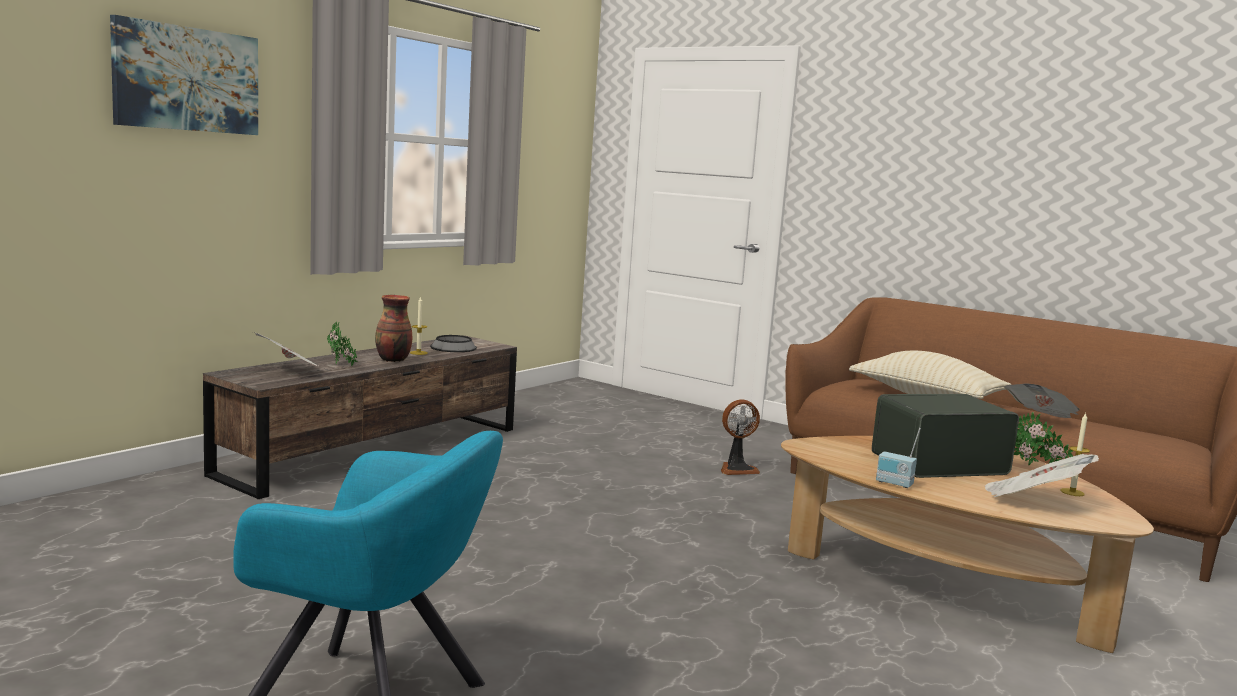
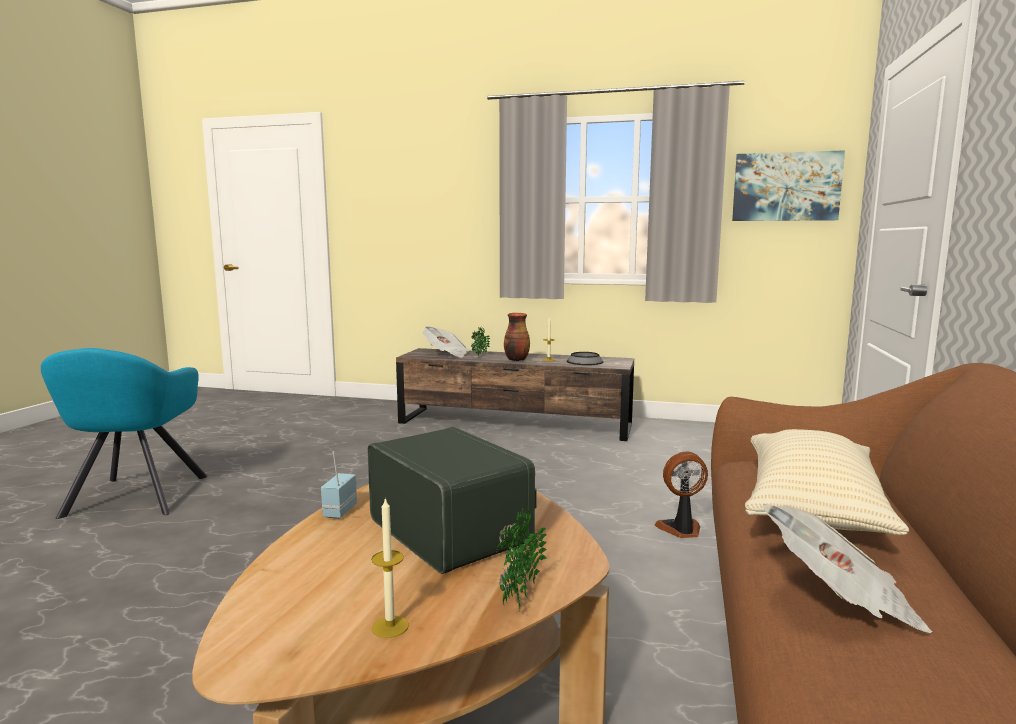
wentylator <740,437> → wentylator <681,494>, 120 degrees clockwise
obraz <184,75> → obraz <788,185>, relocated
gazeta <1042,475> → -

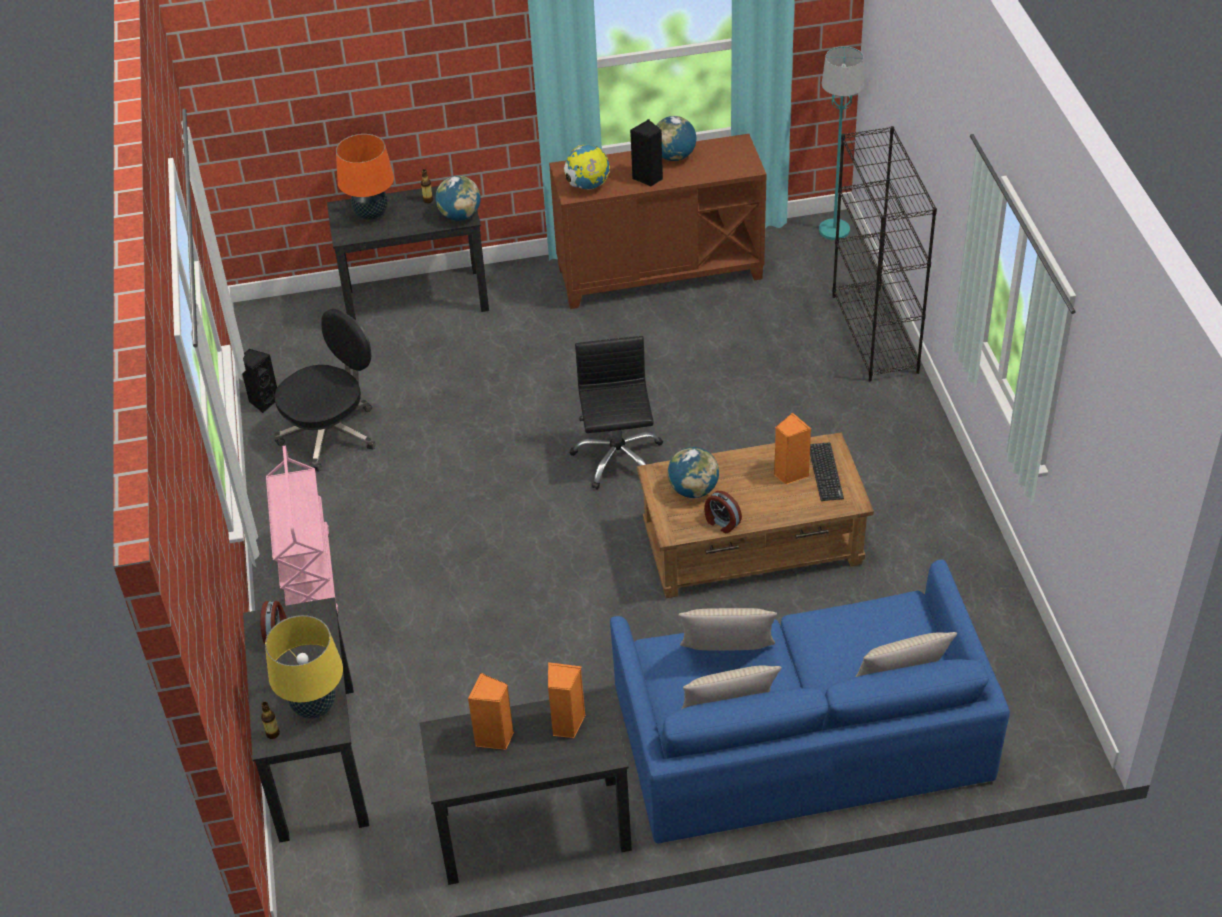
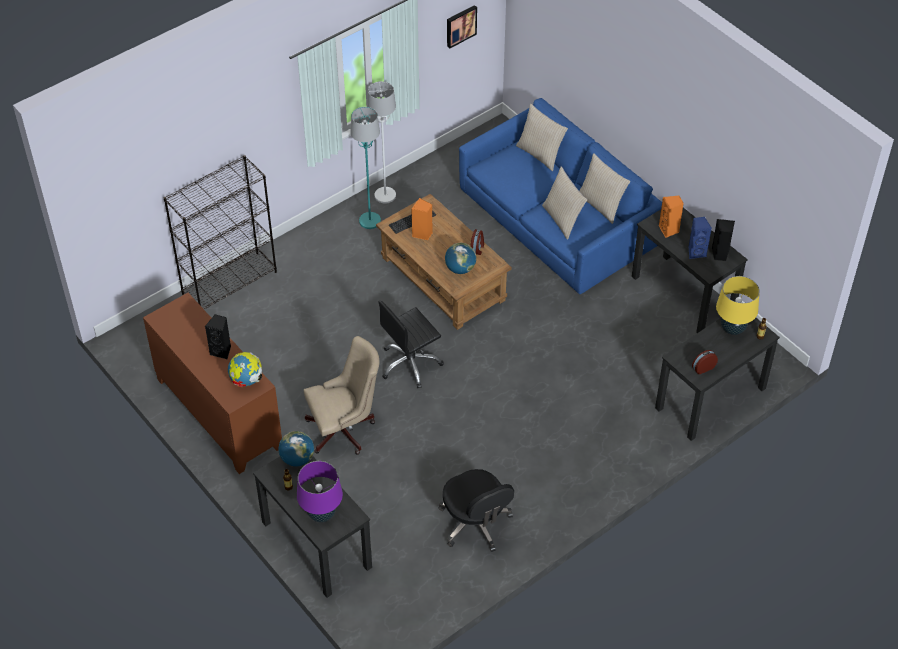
lampa stołowa [pomarańczowy] <365,177> → lampa stołowa [fioletowy] <320,491>
- → krzesło biurowe [beżowy] <341,395>
lampa stojąca [turkusowy] <841,143> → lampa stojąca [turkusowy] <365,168>, relocated
- → lampa stojąca [biały] <381,142>
krzesło biurowe [czarny] <324,390> → krzesło biurowe [czarny] <476,510>, 135 degrees counterclockwise
- → obraz <462,26>
głośnik [pomarańczowy] <491,711> → głośnik [niebieski] <700,238>
głośnik [czarny] <259,381> → głośnik [czarny] <723,240>, relocated
wózek [różowy] <302,531> → -
globus <676,138> → -

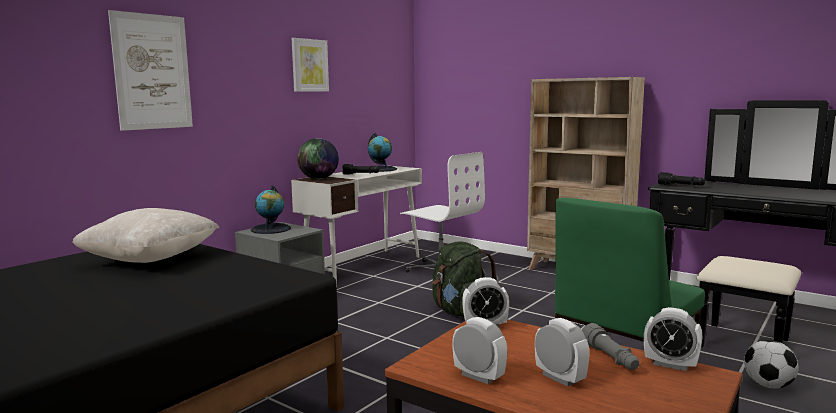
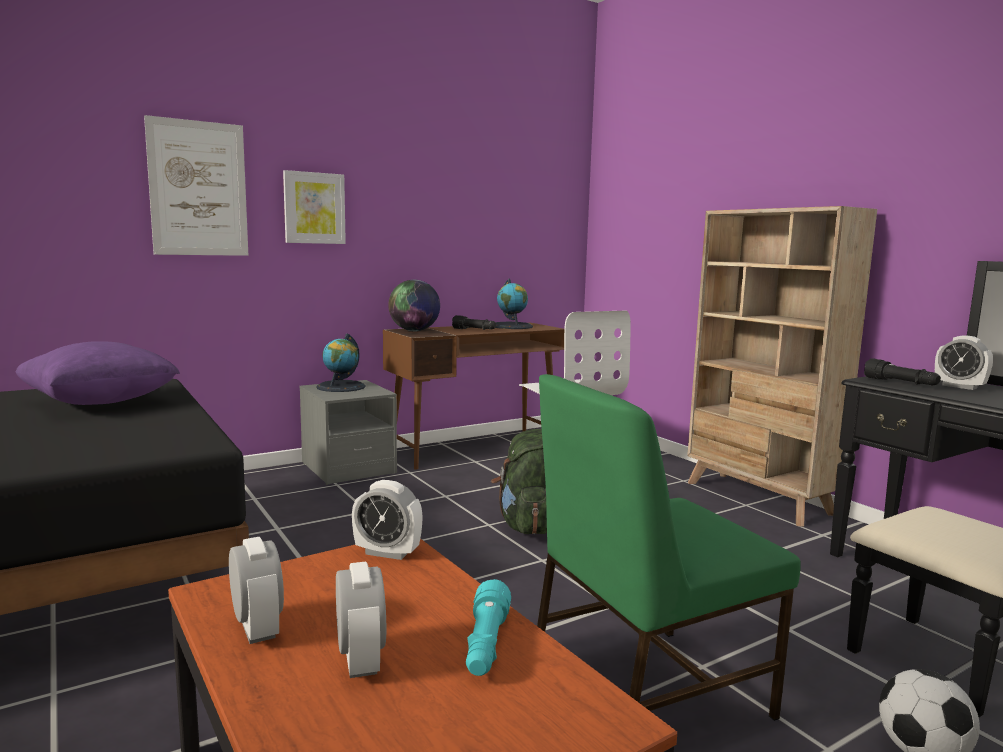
poduszka [beżowy] <145,235> → poduszka [fioletowy] <98,373>
obraz <310,65> → obraz <314,207>, relocated
biurko [biały] <356,225> → biurko [brązowy] <473,396>
latarka [szary] <610,346> → latarka [turkusowy] <488,627>
budzik <673,339> → budzik <964,362>, relocated

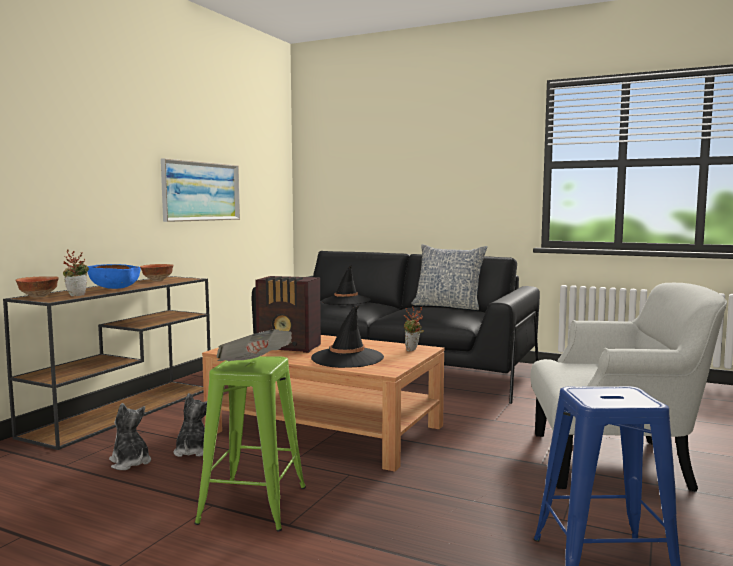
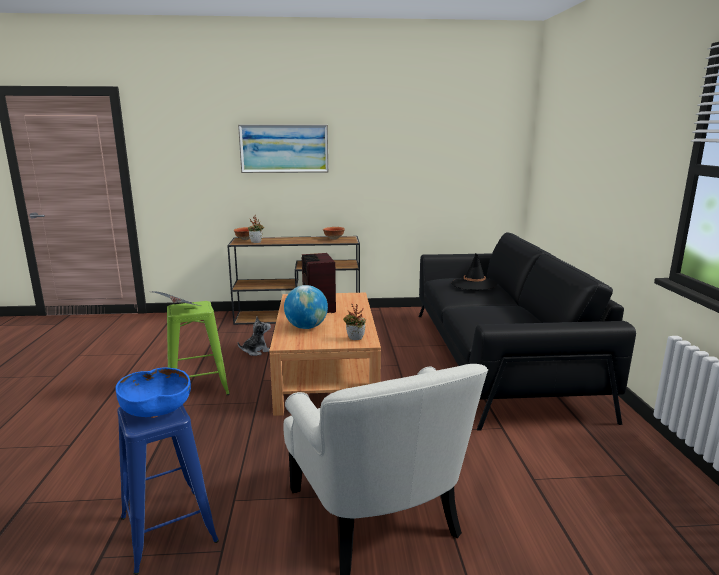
miska [niebieski] <114,276> → miska [niebieski] <153,392>, relocated
obraz <200,190> → obraz <283,149>, relocated
kapelusz [czarny] <347,336> → globus <306,307>
pluszak <130,436> → -
poduszka <449,277> → -

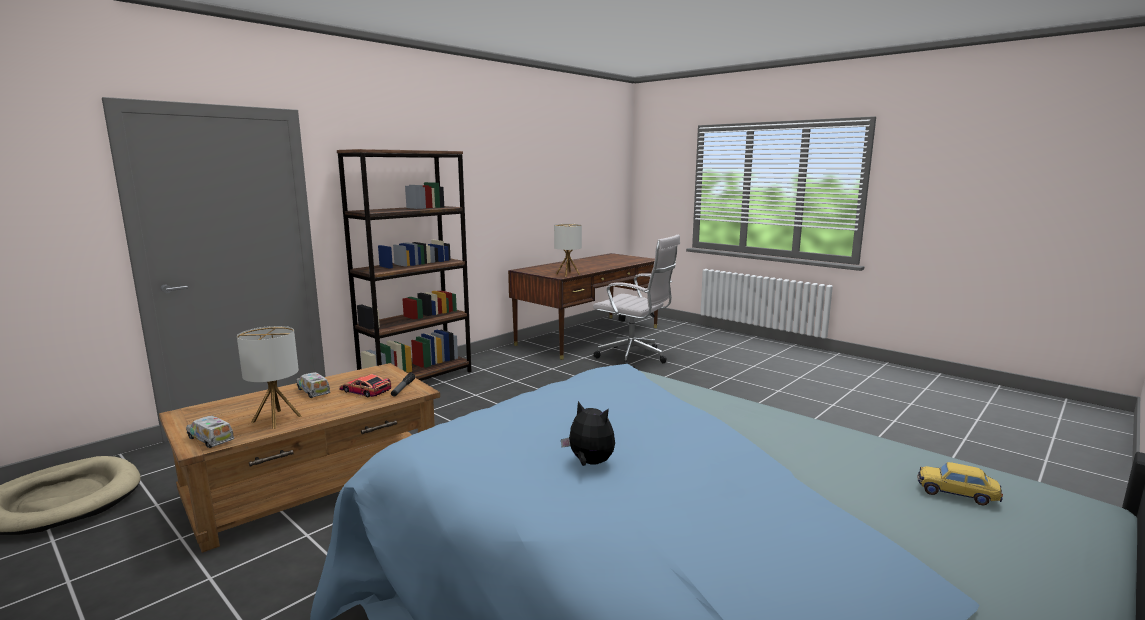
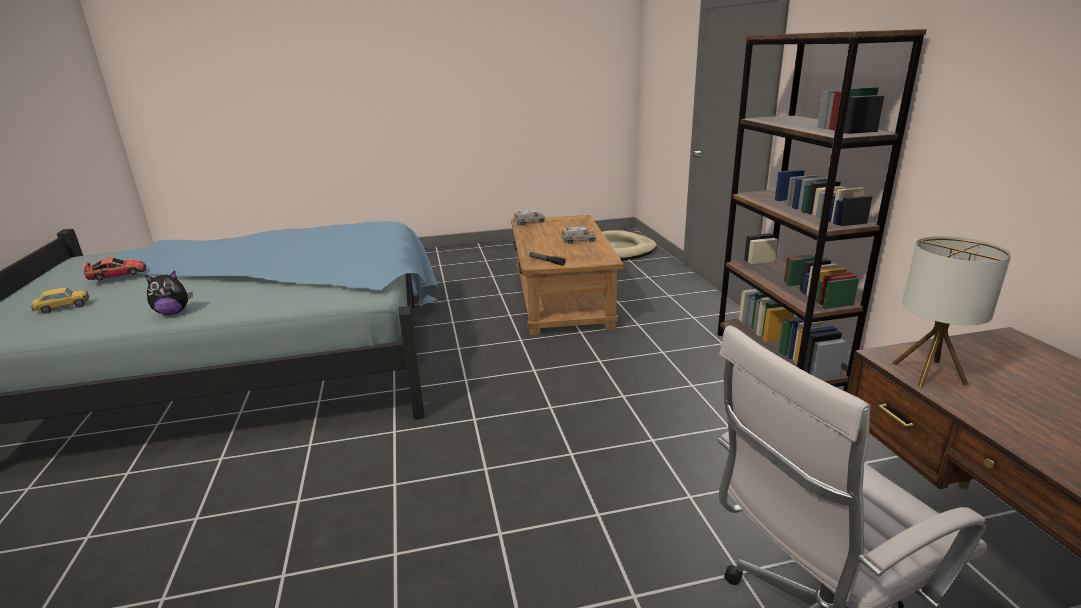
samochodzik <365,386> → samochodzik <115,268>, relocated
pluszak <588,433> → pluszak <169,293>, relocated
lampa stołowa <269,377> → -

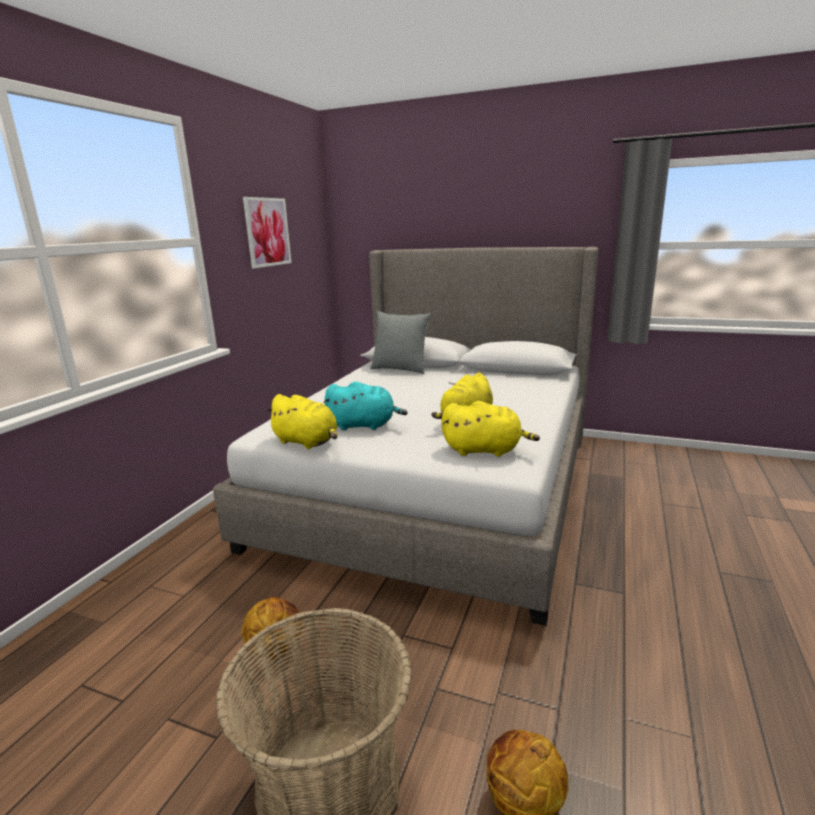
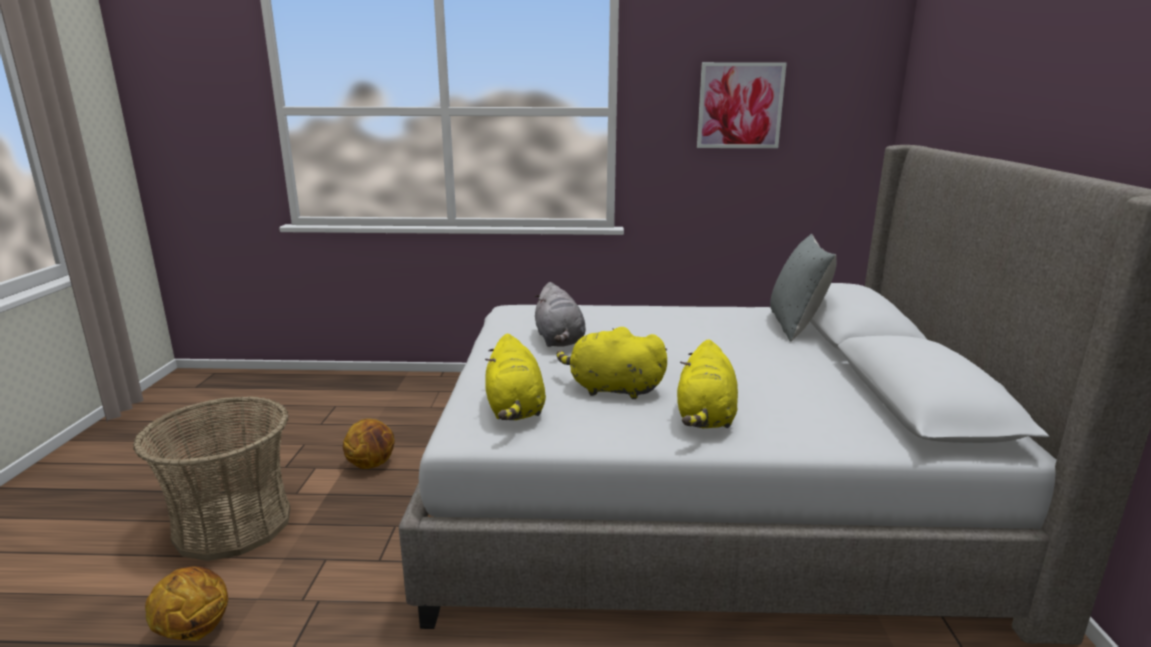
pluszak [turkusowy] <365,405> → pluszak [szary] <560,314>
pluszak [żółty] <301,421> → pluszak [żółty] <707,383>, relocated

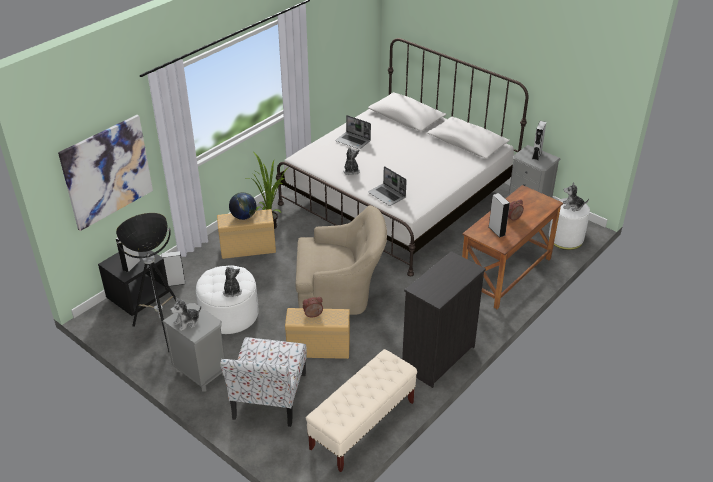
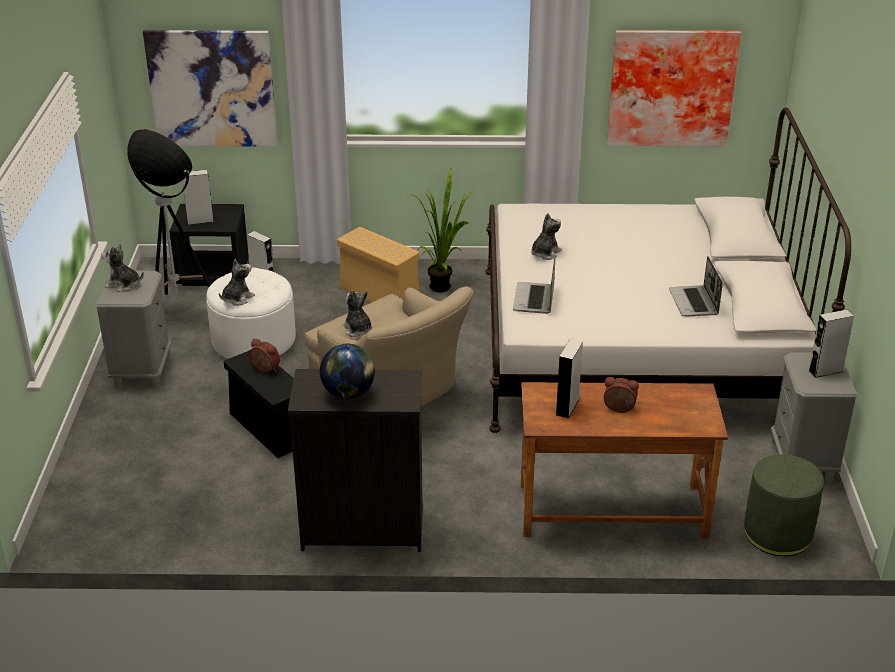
pojemnik do przechowywania [beżowy] <317,333> → pojemnik do przechowywania [czarny] <259,404>
globus <242,206> → globus <347,371>, relocated
pluszak <576,196> → pluszak <357,313>, relocated
- → obraz <674,88>
laptop <353,132> → laptop <696,286>, relocated
pufa [biały] <569,224> → pufa [zielony] <784,505>
krzesło <263,382> → -
ławka [beżowy] <361,410> → -

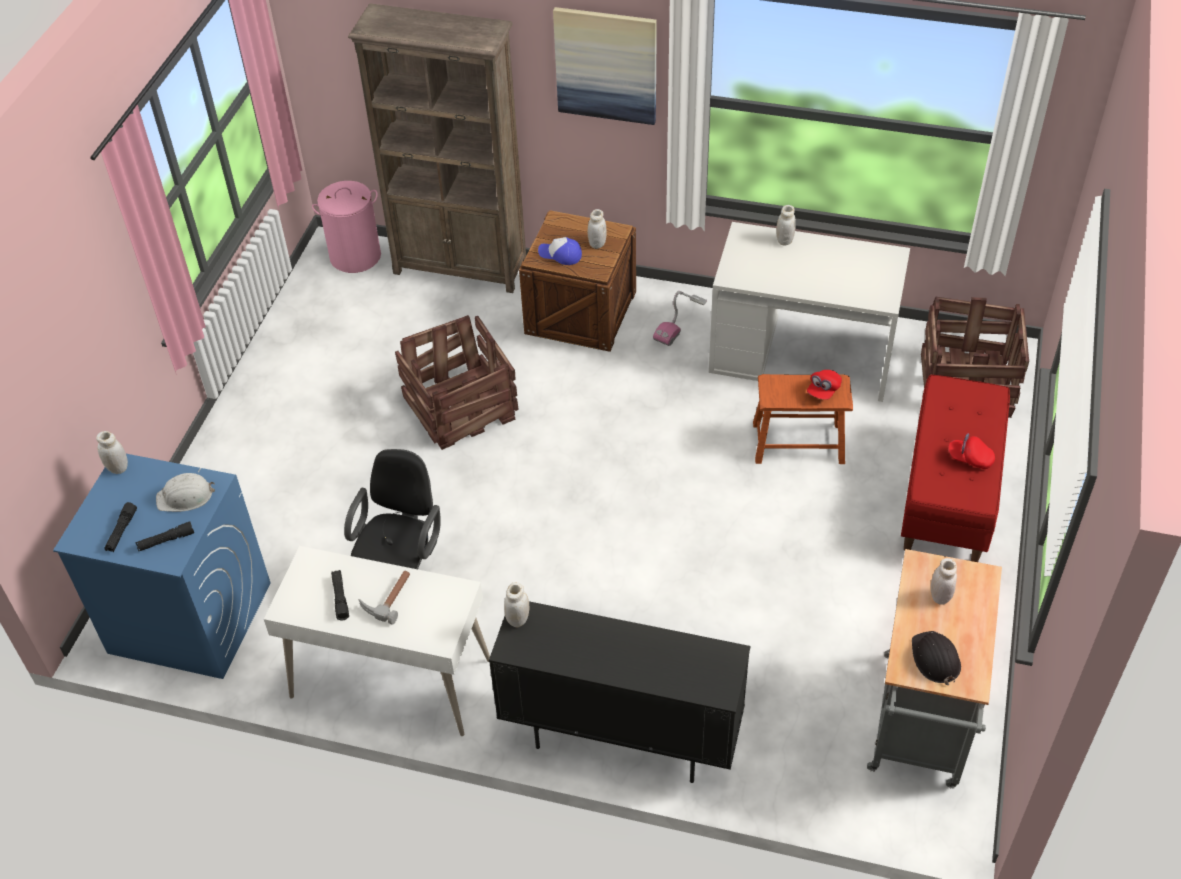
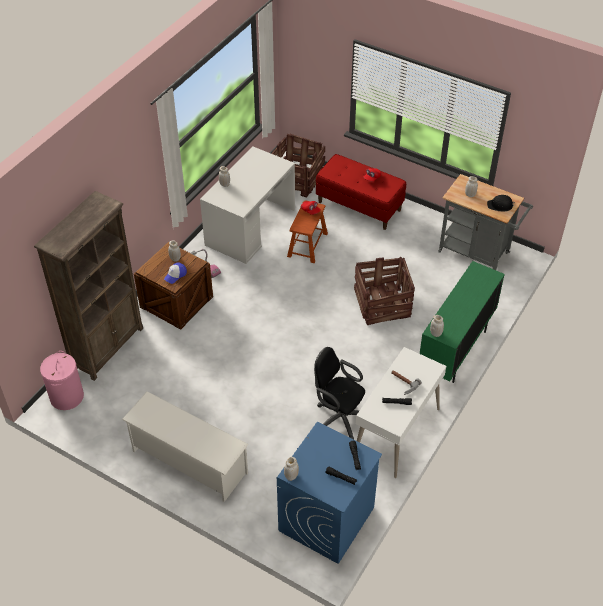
- → regał na buty [biały] <185,446>
skrzynka <457,382> → skrzynka <384,291>, relocated
szafka [czarny] <620,692> → szafka [zielony] <462,322>
kask [biały] <185,492> → -
obraz <605,66> → -

